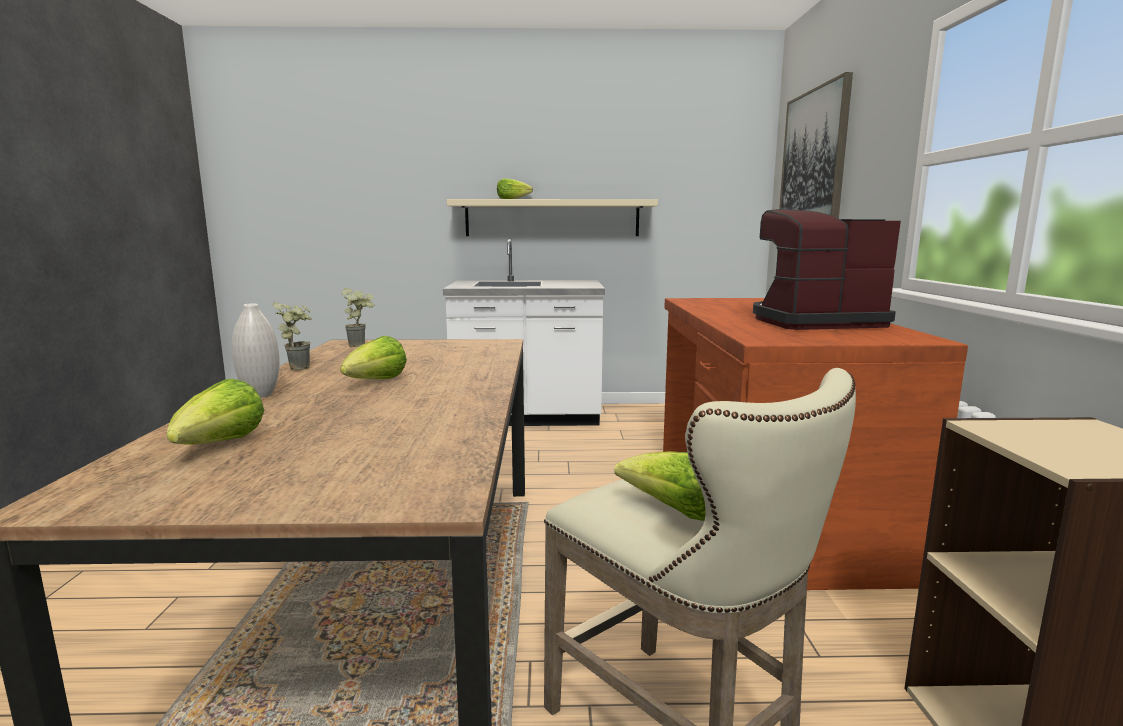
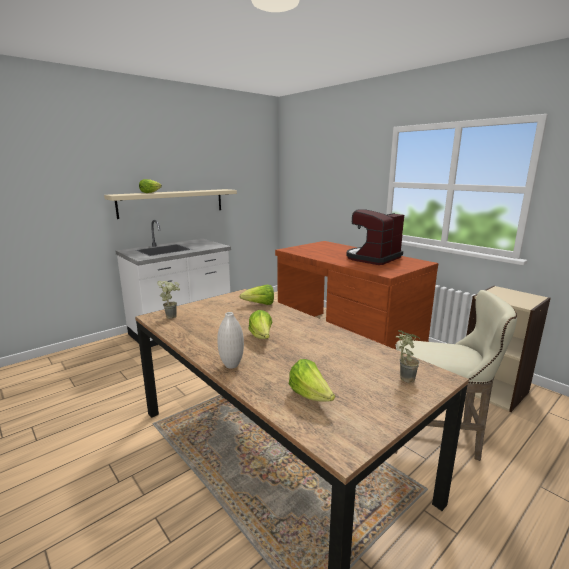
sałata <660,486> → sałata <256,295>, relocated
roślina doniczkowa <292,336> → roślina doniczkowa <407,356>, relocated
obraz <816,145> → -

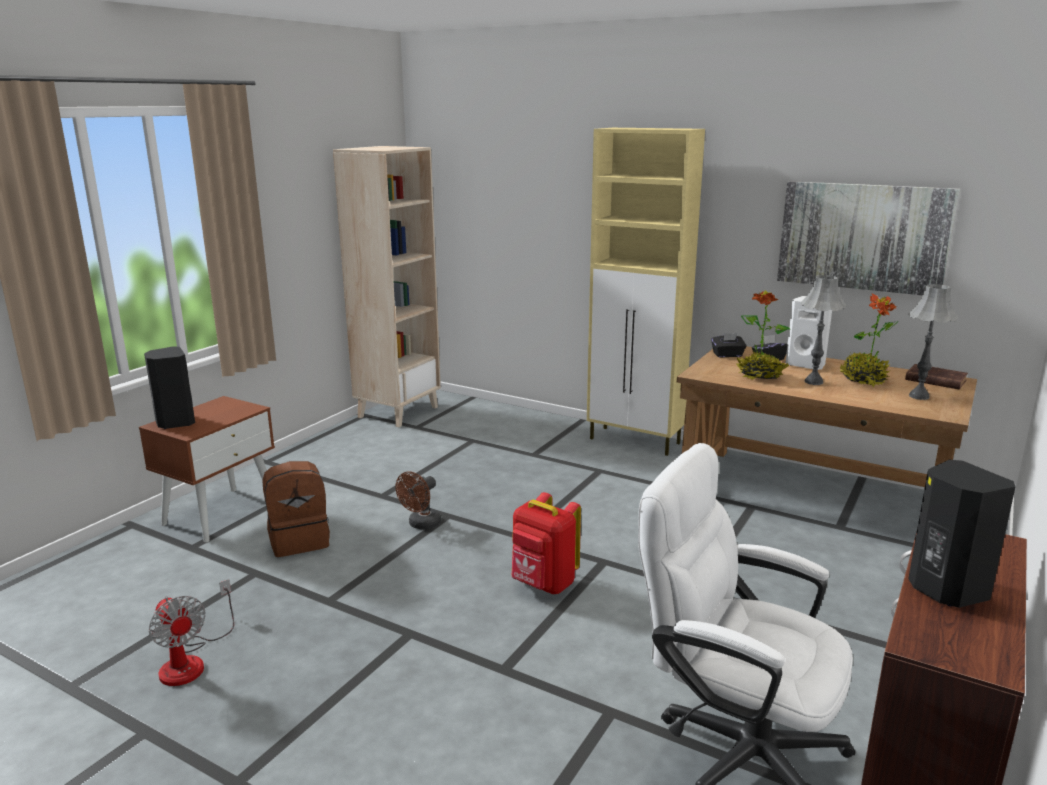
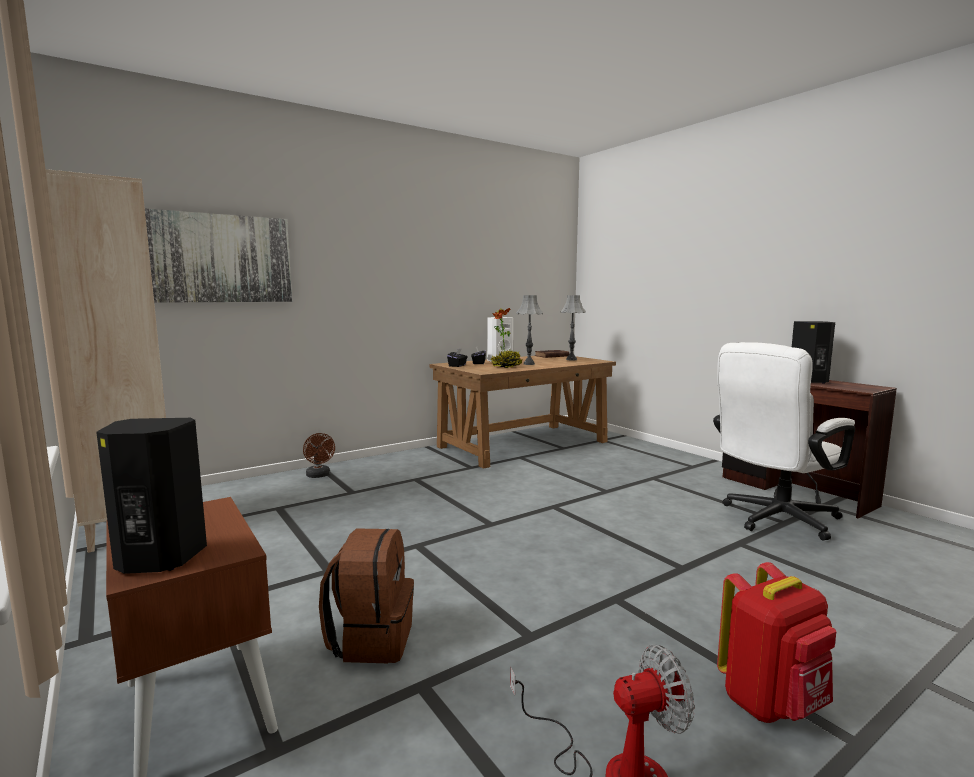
obraz <868,238> → obraz <218,256>, relocated
wentylator [brązowy] <418,500> → wentylator [brązowy] <319,455>, relocated
plecak [czerwony] <546,543> → plecak [czerwony] <776,642>, relocated
szafka [beżowy] <646,292> → -
roślina doniczkowa <869,340> → -

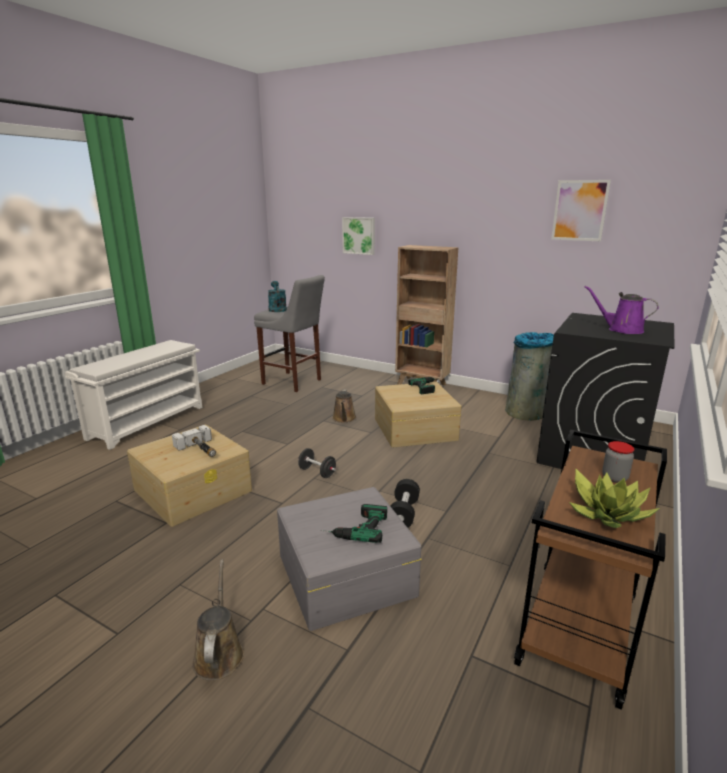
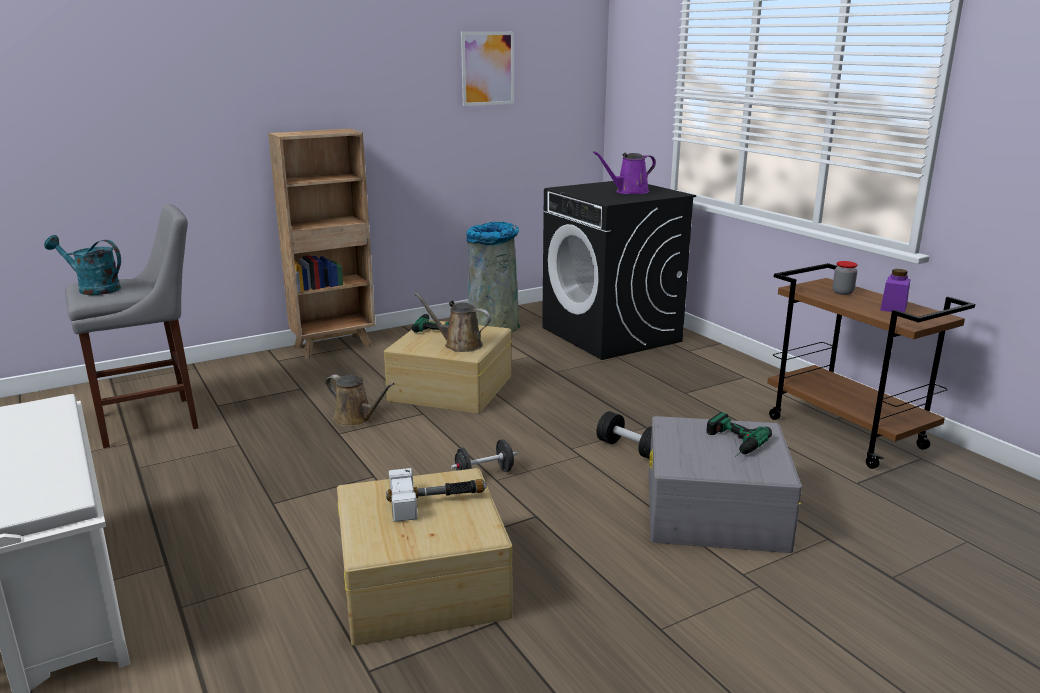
konewka [brązowy] <218,620> → konewka [brązowy] <452,322>, relocated
roślina doniczkowa <614,498> → słoik [fioletowy] <895,291>
obraz <358,236> → -

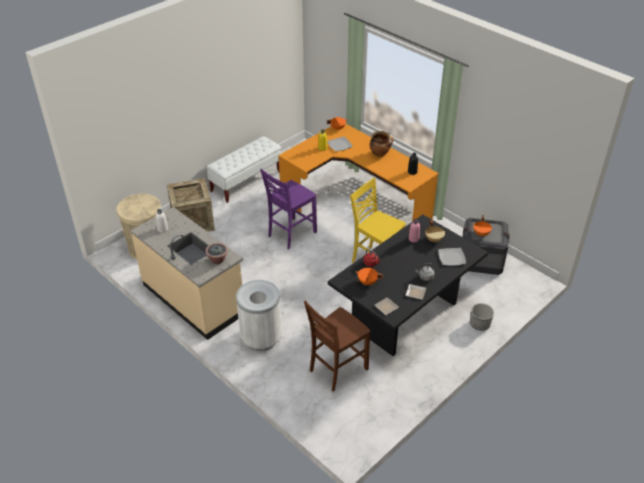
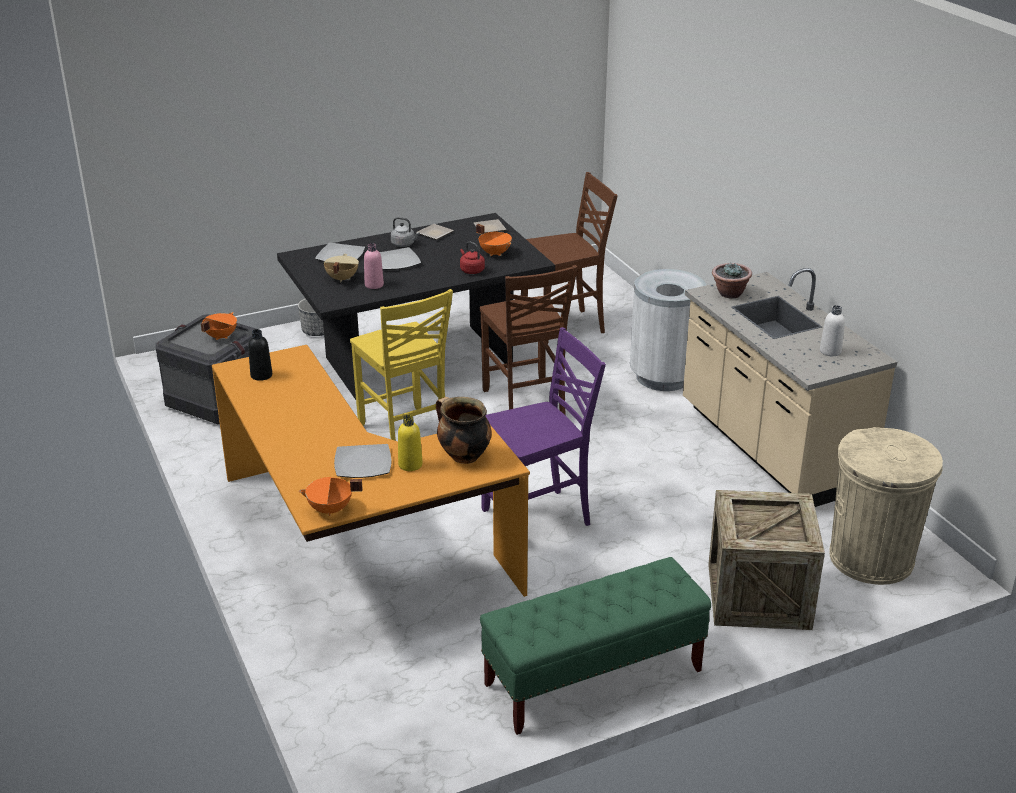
- → talerz <400,258>
garnek <381,144> → garnek <464,430>, relocated
- → krzesło [brązowy] <528,340>
ławka [biały] <243,169> → ławka [zielony] <595,646>

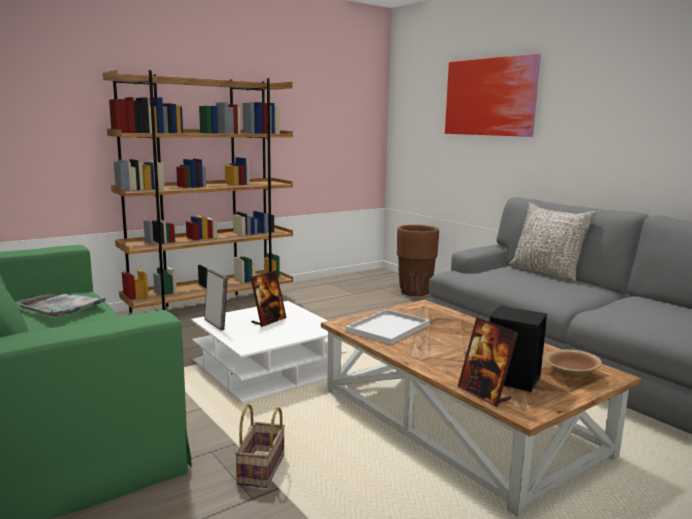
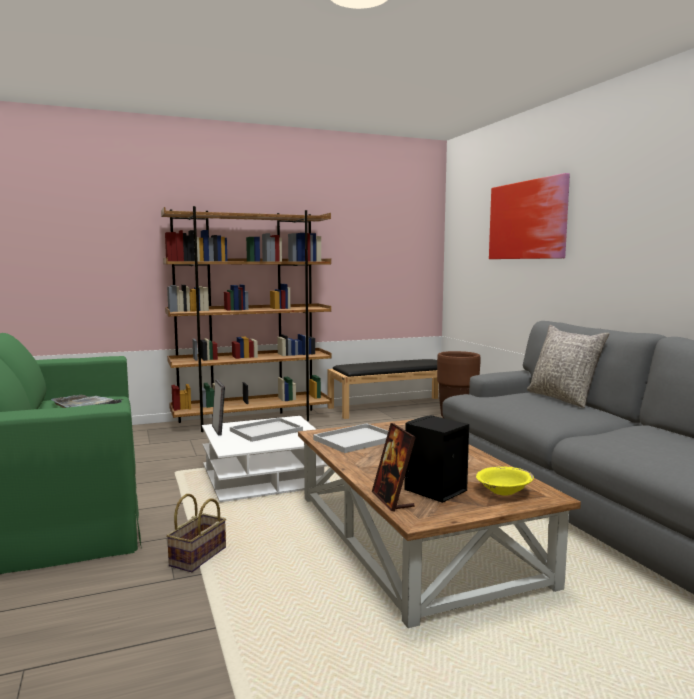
ramka na zdjęcie <268,298> → taca [biały] <266,430>
- → ławka [czarny] <383,389>
miska [brązowy] <573,363> → miska [żółty] <505,481>

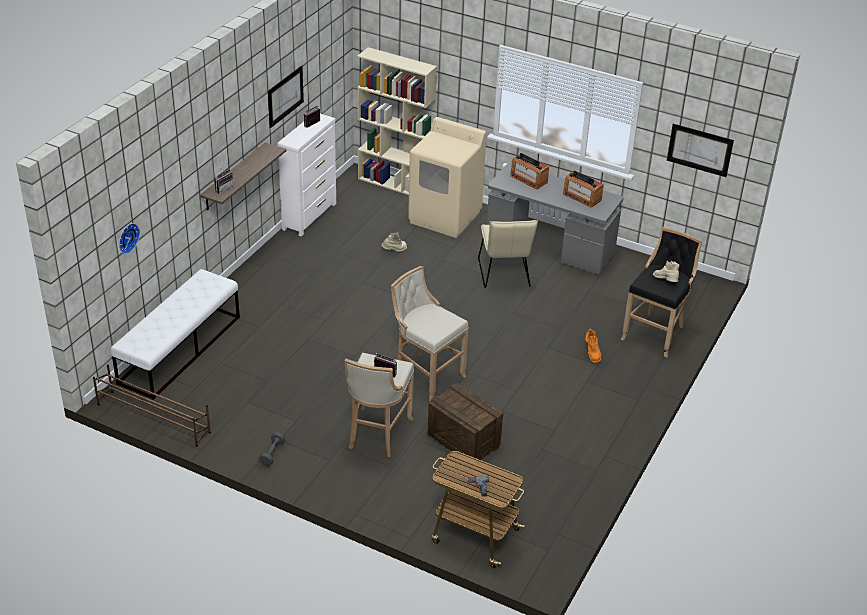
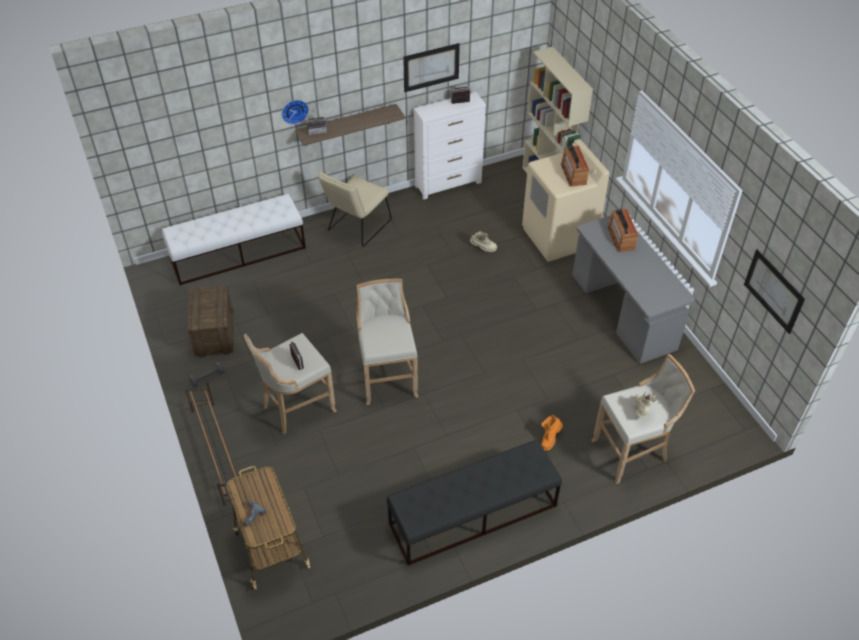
regał na buty [brązowy] <152,405> → regał na buty [brązowy] <215,444>, relocated
skrzynka <465,421> → skrzynka <210,321>, relocated
zegar ścienny <129,238> → zegar ścienny <295,112>, relocated
krzesło [beżowy] <508,254> → krzesło [beżowy] <355,209>, relocated
- → ławka [czarny] <474,503>
radio <583,189> → radio <575,165>, relocated
stołek [czarny] <661,292> → stołek [beżowy] <643,419>

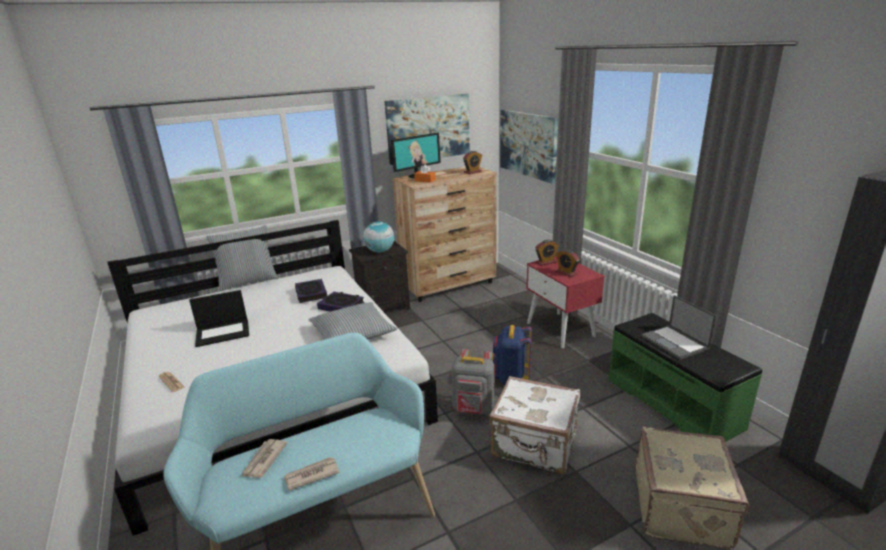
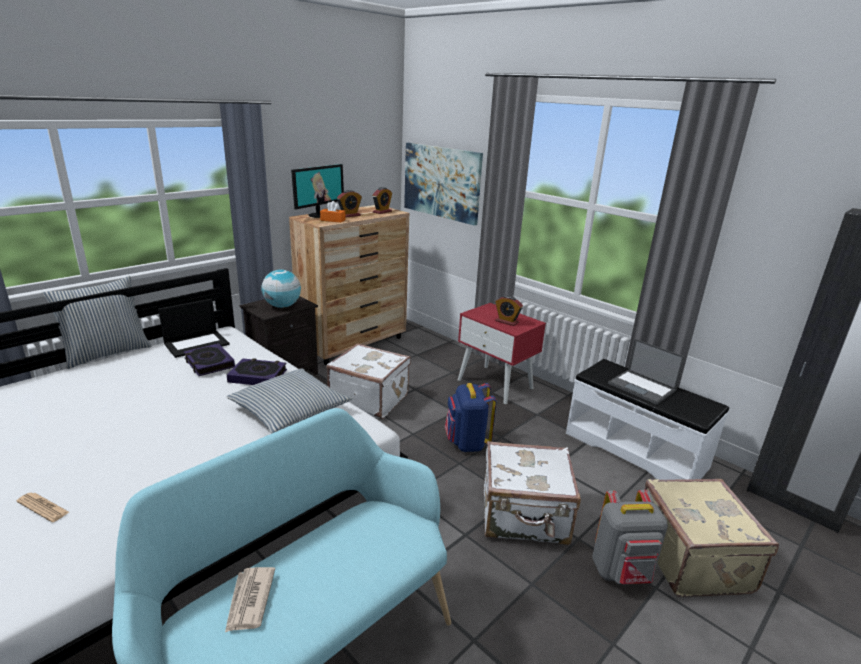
laptop <219,318> → laptop <194,328>, relocated
- → walizka [biały] <368,381>
budzik <547,253> → budzik <349,204>, relocated
ławka [zielony] <685,377> → ławka [biały] <647,419>
plecak [szary] <472,382> → plecak [szary] <630,537>, relocated
gazeta <312,473> → -
obraz <427,129> → -

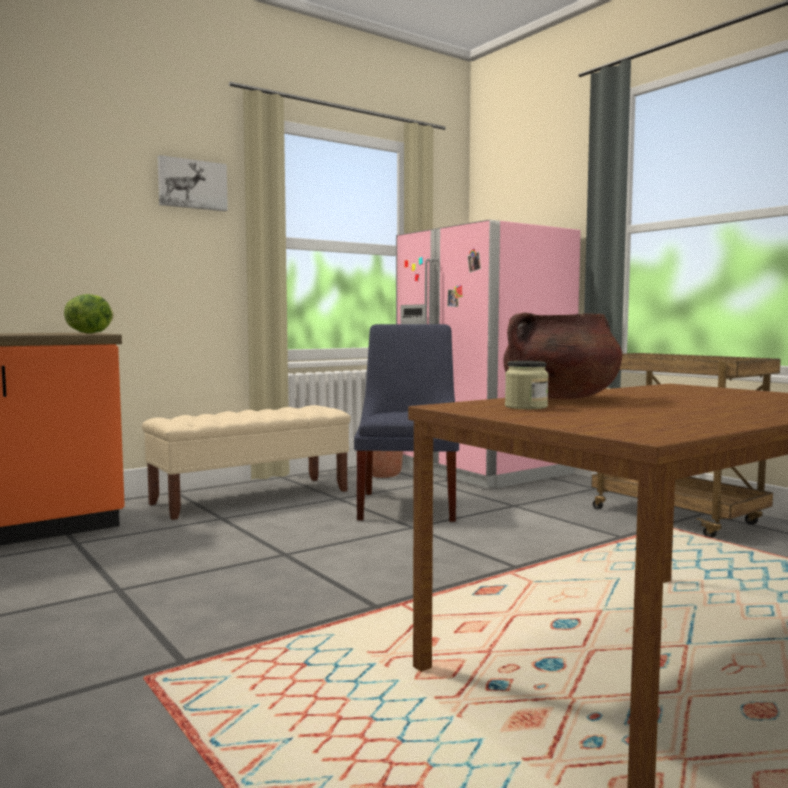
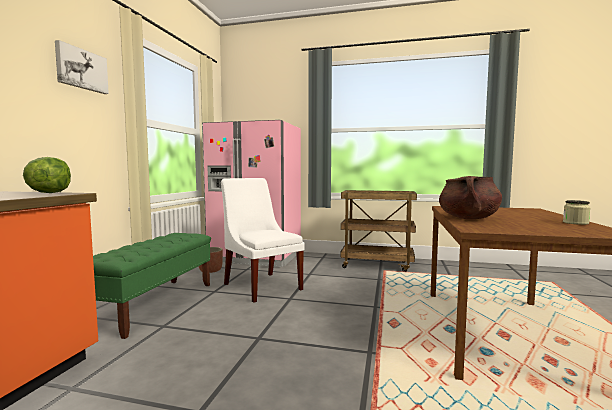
ławka [beżowy] <246,462> → ławka [zielony] <152,286>
krzesło [niebieski] <406,423> → krzesło [biały] <262,240>
słoik <527,385> → słoik <576,212>, relocated

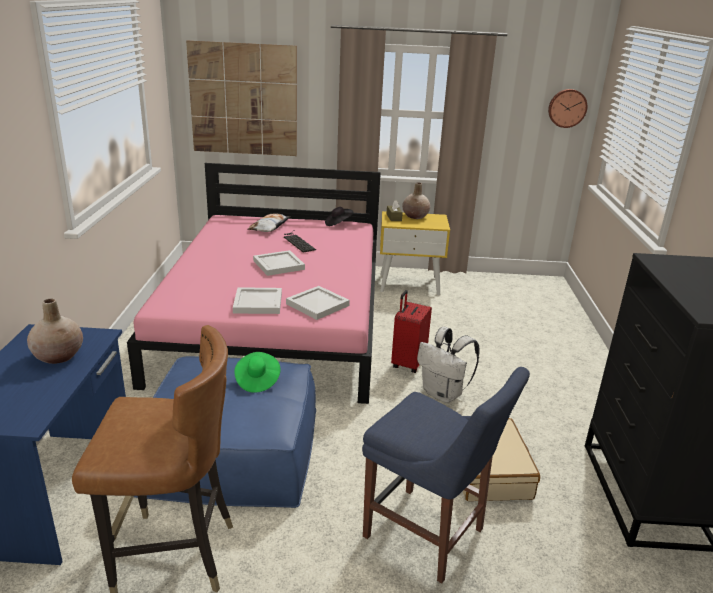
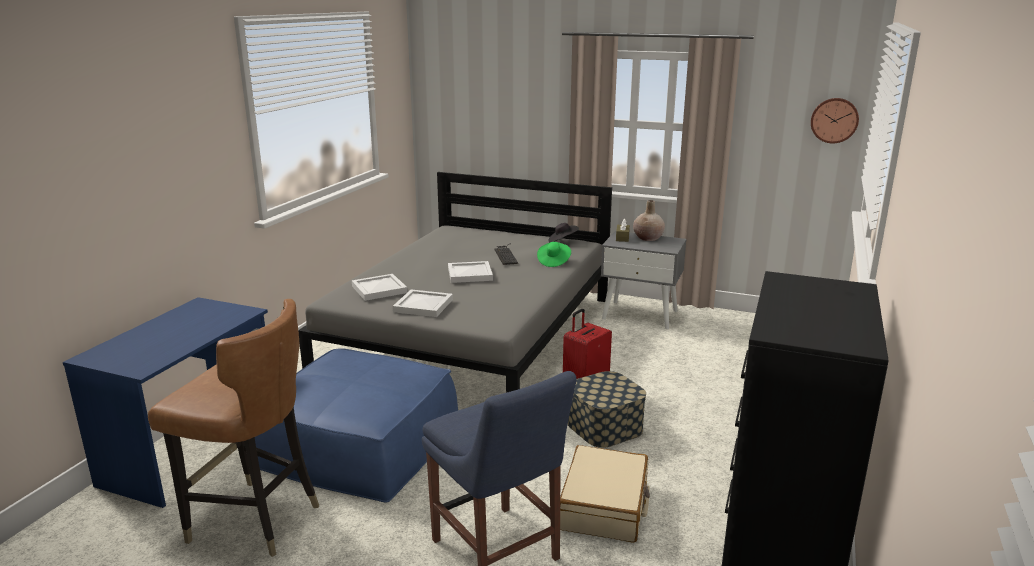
łóżko [różowy] <254,283> → łóżko [szary] <455,282>
taca [biały] <318,303> → taca [biały] <379,287>, relocated
kapelusz [zielony] <257,372> → kapelusz [zielony] <554,254>, relocated
plecak [biały] <448,365> → pojemnik do przechowywania <607,409>
szafka nocna [żółty] <415,253> → szafka nocna [szary] <644,280>
wazon [beżowy] <55,331> → -
obraz <241,98> → -
poduszka <268,223> → -

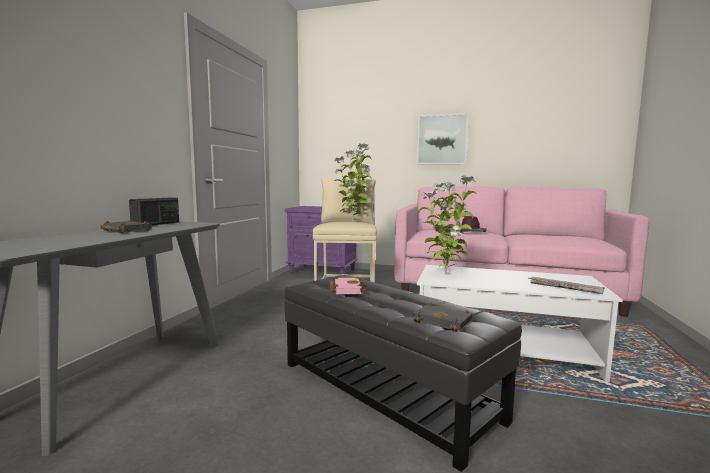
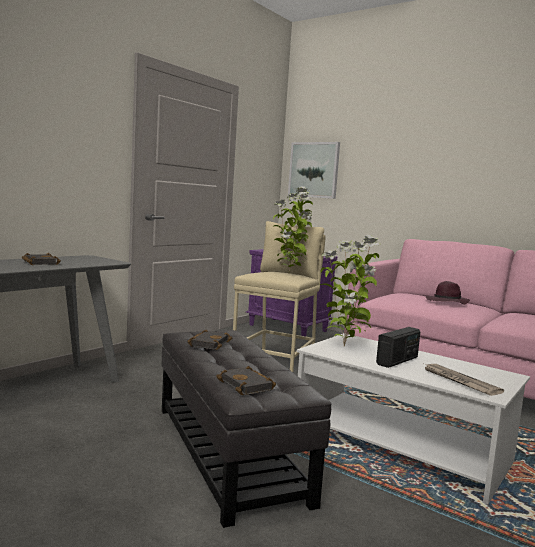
książka [różowy] <348,285> → książka [czarny] <209,340>
obraz <442,139> → obraz <314,170>, relocated
radio <154,212> → radio <398,347>, relocated

